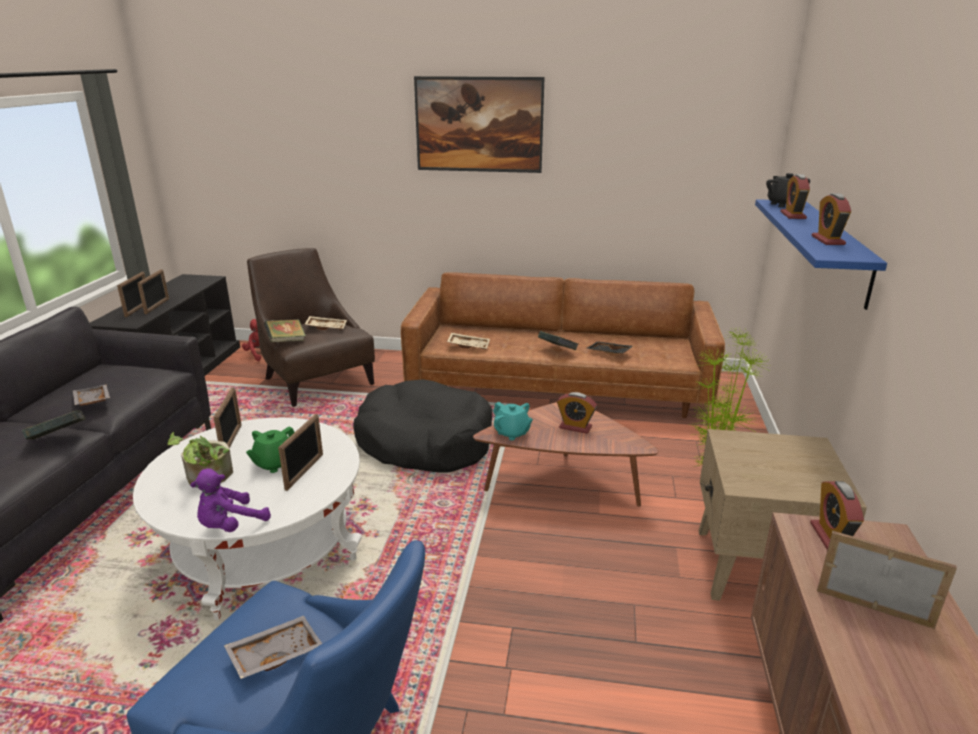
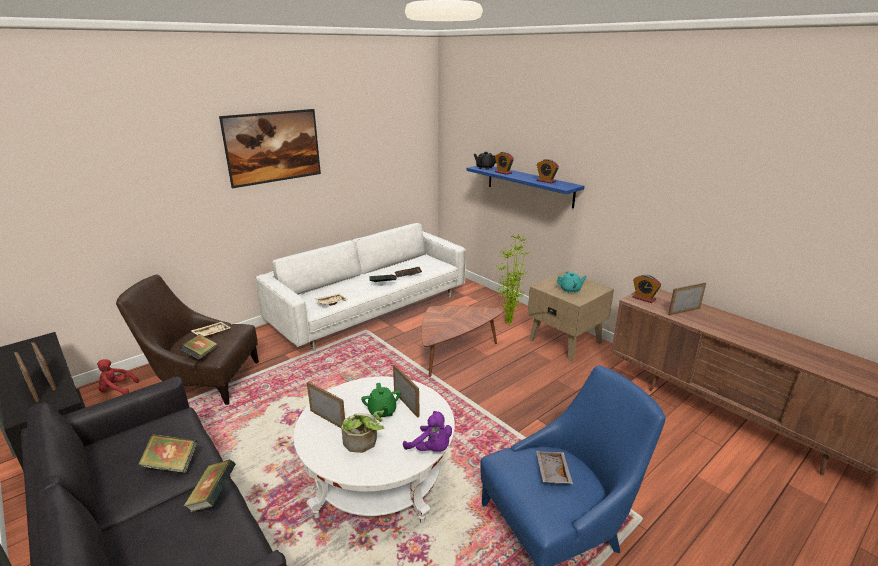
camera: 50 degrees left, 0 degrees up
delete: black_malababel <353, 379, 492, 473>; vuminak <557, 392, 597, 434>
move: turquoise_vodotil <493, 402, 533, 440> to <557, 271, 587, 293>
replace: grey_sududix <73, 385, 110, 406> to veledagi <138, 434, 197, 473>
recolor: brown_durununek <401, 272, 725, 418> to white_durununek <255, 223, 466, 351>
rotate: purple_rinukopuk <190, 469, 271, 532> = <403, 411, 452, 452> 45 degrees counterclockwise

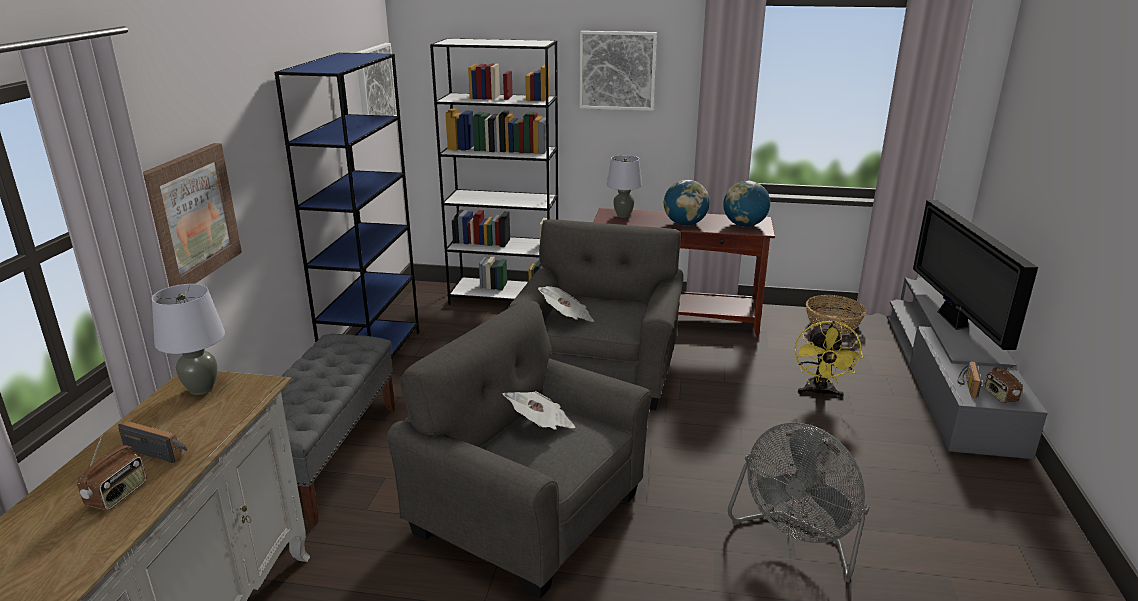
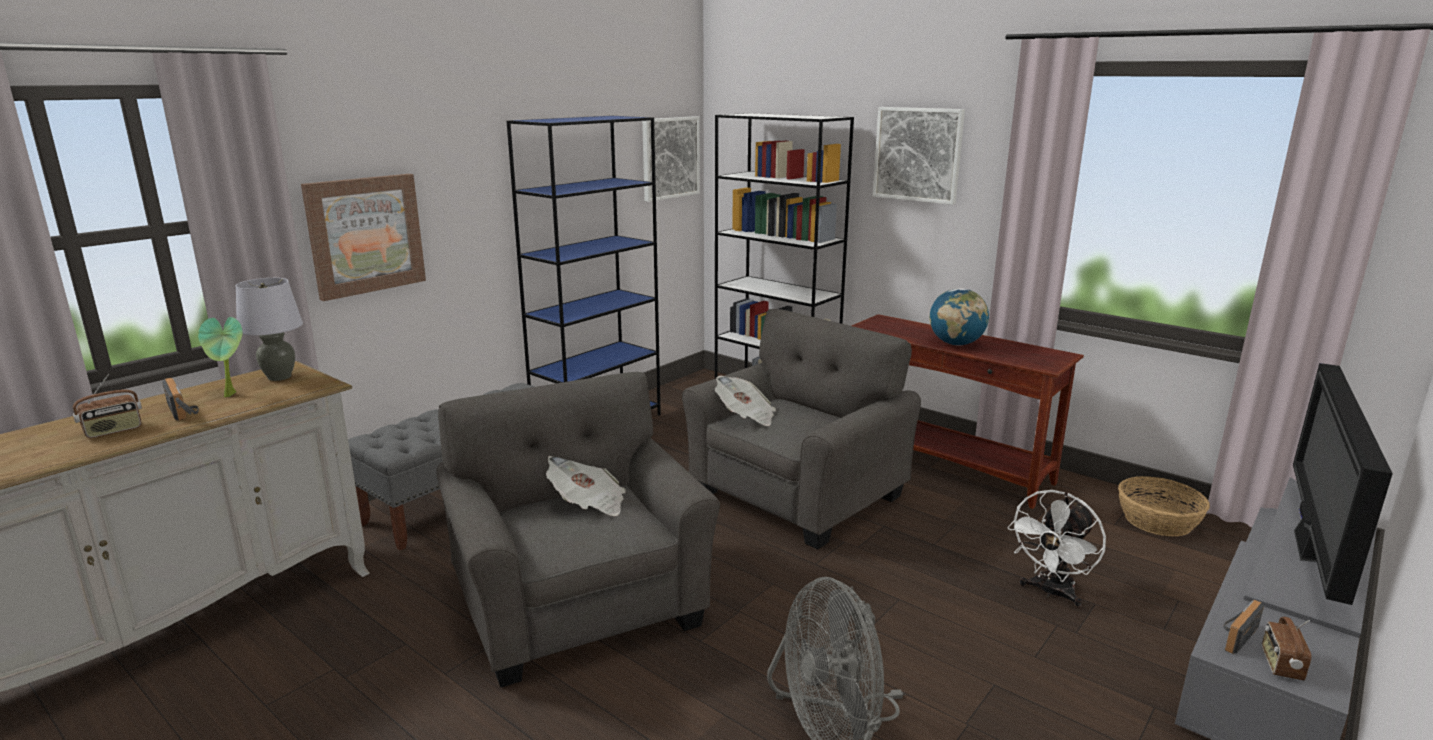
camera: 30 degrees right, 5 degrees down
delete: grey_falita <607, 155, 642, 218>; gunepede <723, 181, 770, 227>
insert: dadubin <198, 317, 242, 397>
recolor: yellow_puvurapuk <795, 320, 863, 398> to white_puvurapuk <1007, 490, 1106, 608>

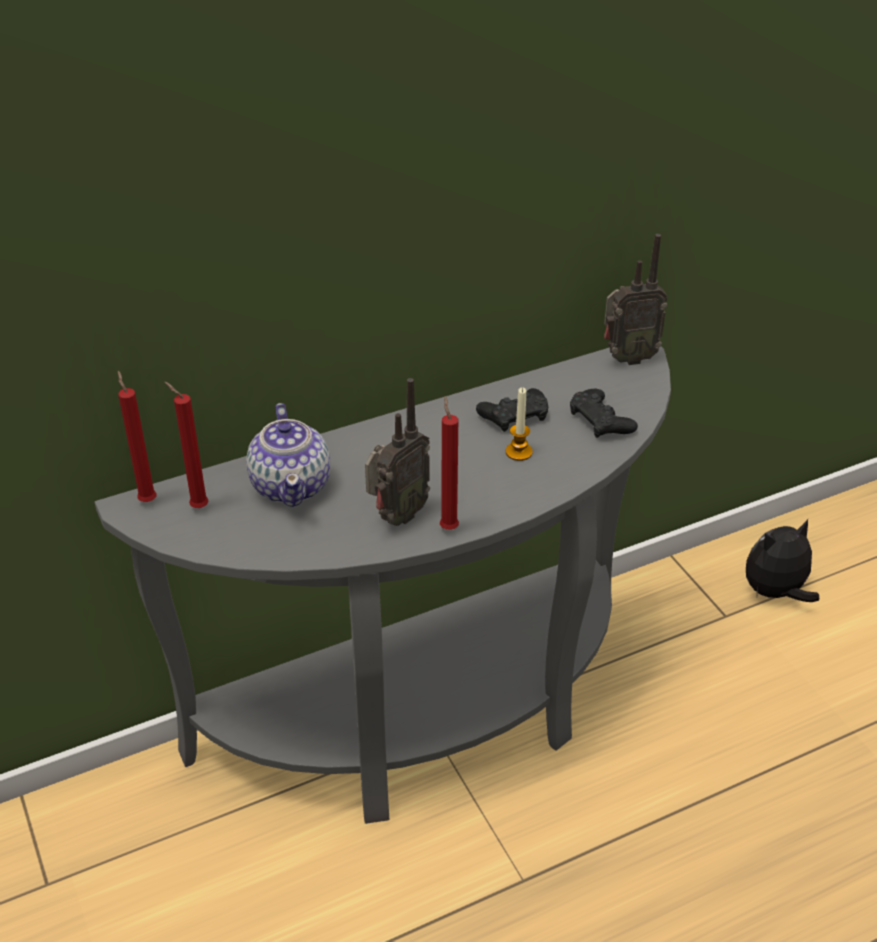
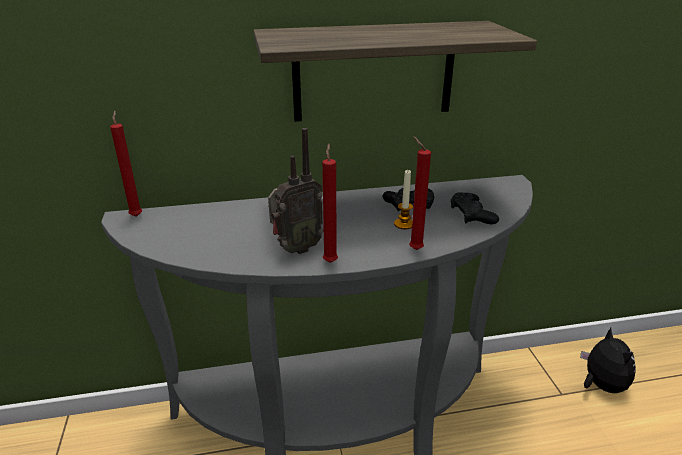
camera: 15 degrees right, 10 degrees down
delete: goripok <604, 234, 667, 365>; vodotil <246, 403, 330, 507>
insert: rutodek <254, 21, 537, 122>
move: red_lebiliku <165, 382, 209, 508> to <409, 136, 431, 250>
rotate: rinukopuk <746, 519, 819, 602> = <580, 328, 636, 393> 90 degrees clockwise

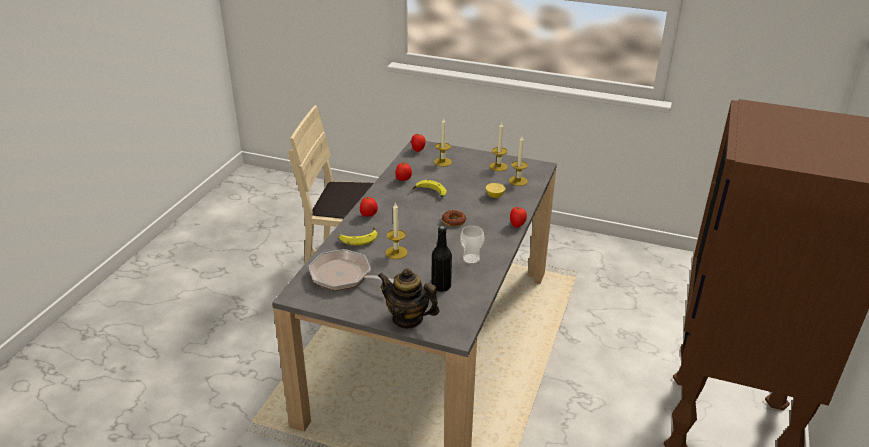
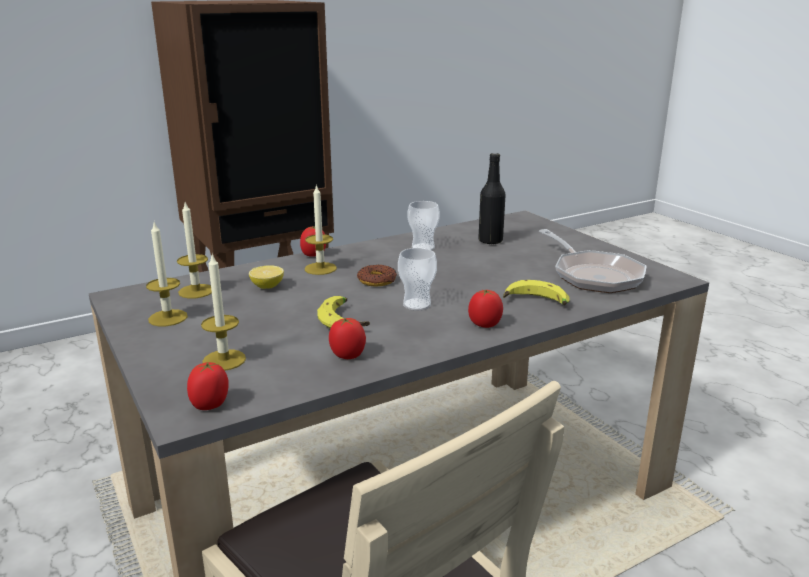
camera: 140 degrees left, 10 degrees down
delete: vodotil <378, 268, 440, 329>
insert: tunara <398, 248, 437, 311>
move: lebiliku <386, 203, 407, 259> to <305, 184, 337, 275>

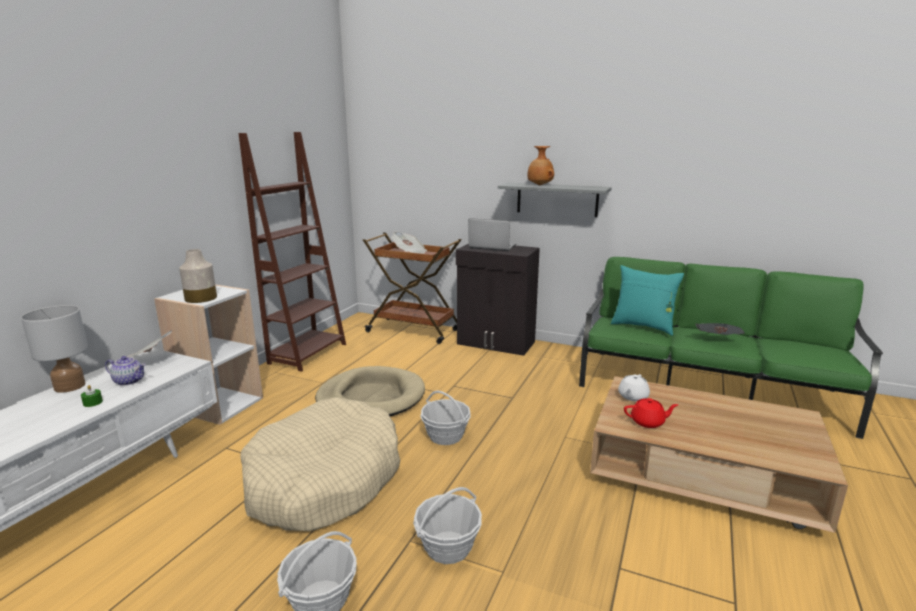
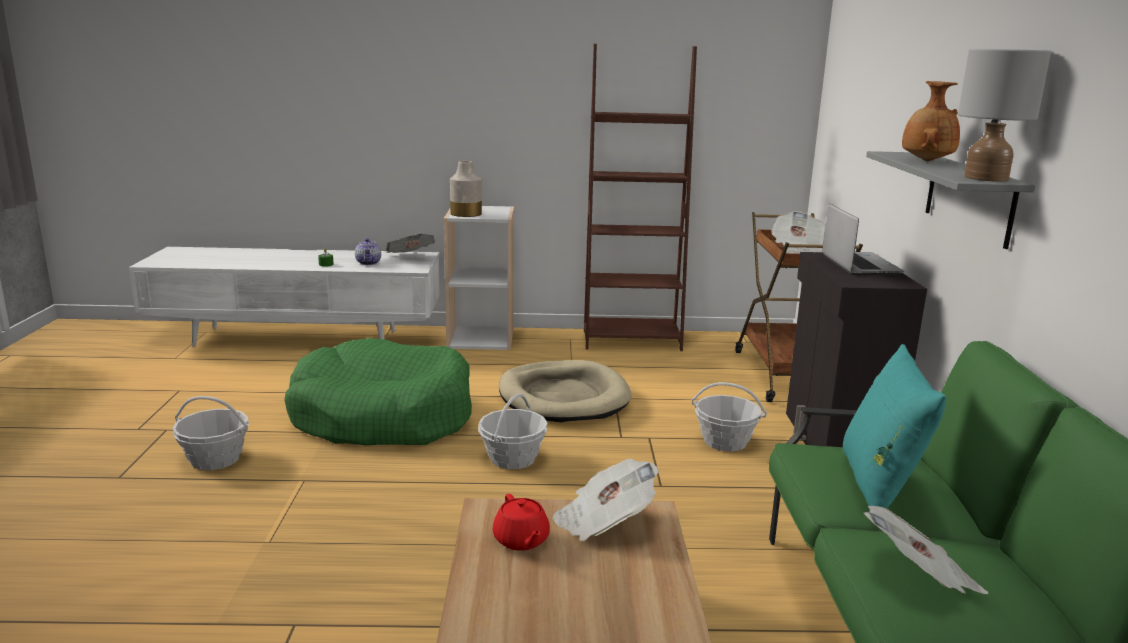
camera: 65 degrees right, 0 degrees up
move: grey_falita <21, 305, 88, 393> to <958, 49, 1051, 182>; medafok <413, 487, 482, 564> to <692, 382, 767, 452>
replace: white_vodotil <618, 374, 650, 401> to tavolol <552, 458, 659, 541>
recolor: beige_malababel <240, 397, 400, 531> to green_malababel <284, 338, 472, 445>

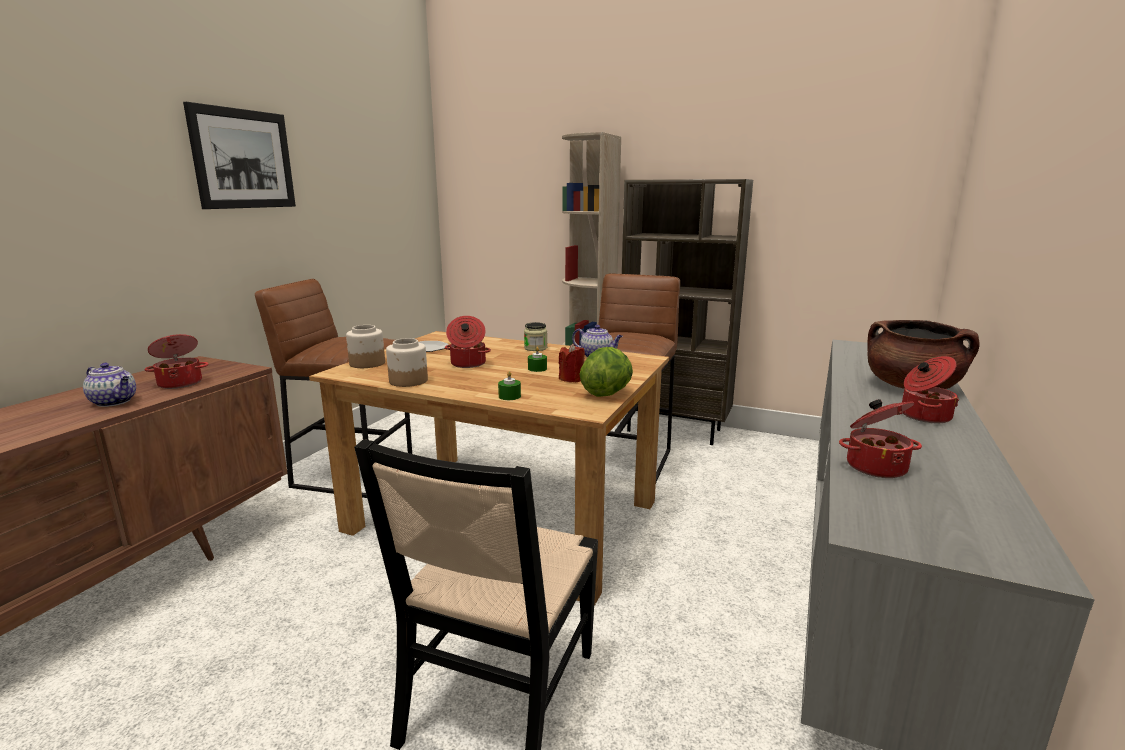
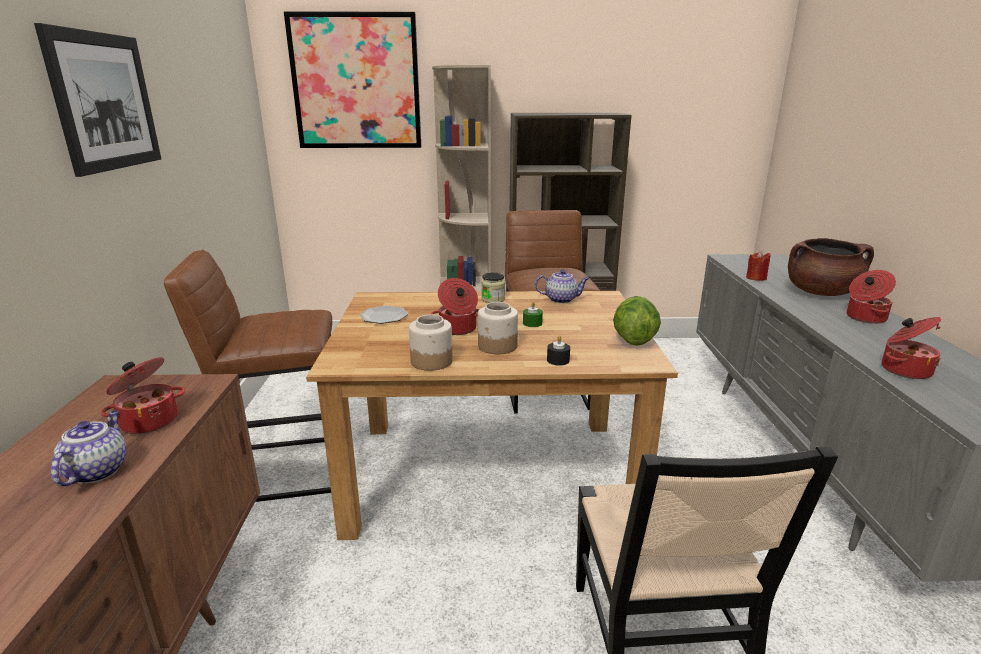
camera: 25 degrees left, 5 degrees up
insert: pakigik <284, 11, 421, 148>
move: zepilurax <346, 325, 385, 368> to <478, 302, 518, 354>; red_lebiliku <559, 343, 585, 382> to <746, 251, 771, 281>
recolor: green_lebiliku <498, 371, 521, 400> to black_lebiliku <547, 335, 570, 366>
rotate: vodotil <83, 363, 136, 407> = <51, 410, 127, 486> 90 degrees counterclockwise

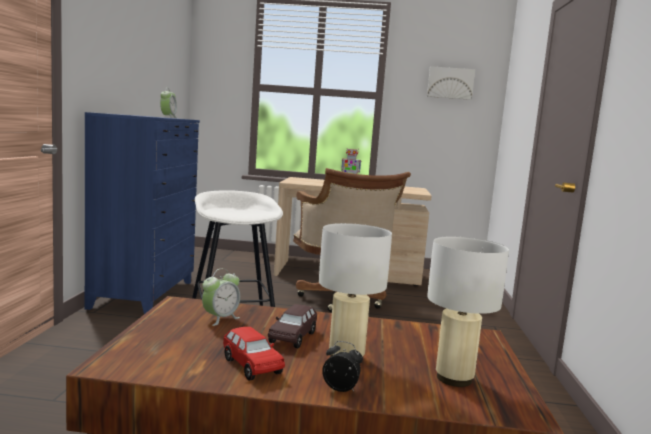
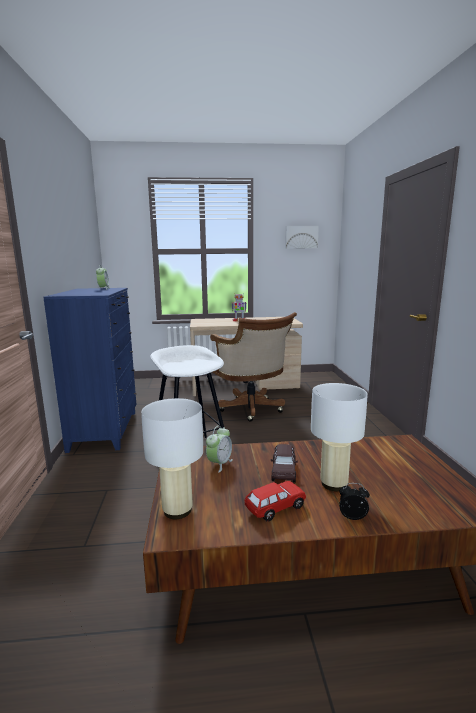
camera: 10 degrees left, 5 degrees up
move: white_falita <427, 236, 509, 387> to <141, 398, 203, 519>
rotate: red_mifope <223, 327, 285, 381> = <245, 481, 306, 522> 75 degrees counterclockwise

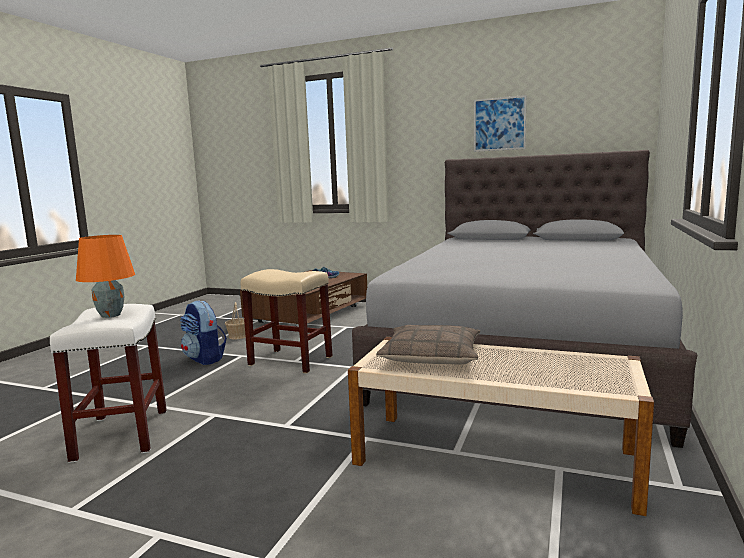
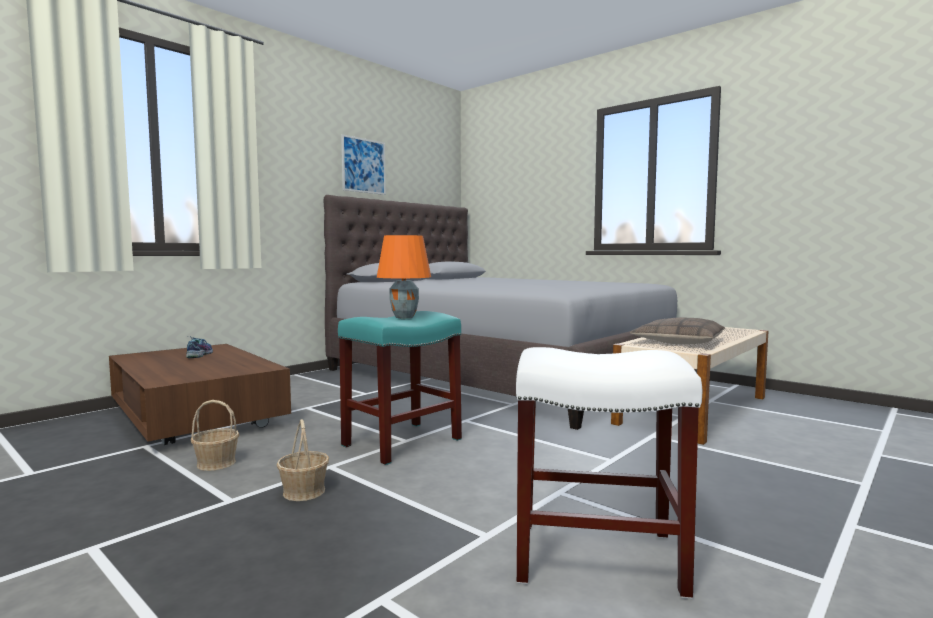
camera: 70 degrees left, 5 degrees down
move: orange_falita <76, 235, 135, 318> to <377, 235, 431, 318>
replace: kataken <180, 300, 227, 365> to medafok <277, 419, 329, 501>
recolor: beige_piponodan <241, 269, 333, 374> to turquoise_piponodan <338, 311, 462, 465>

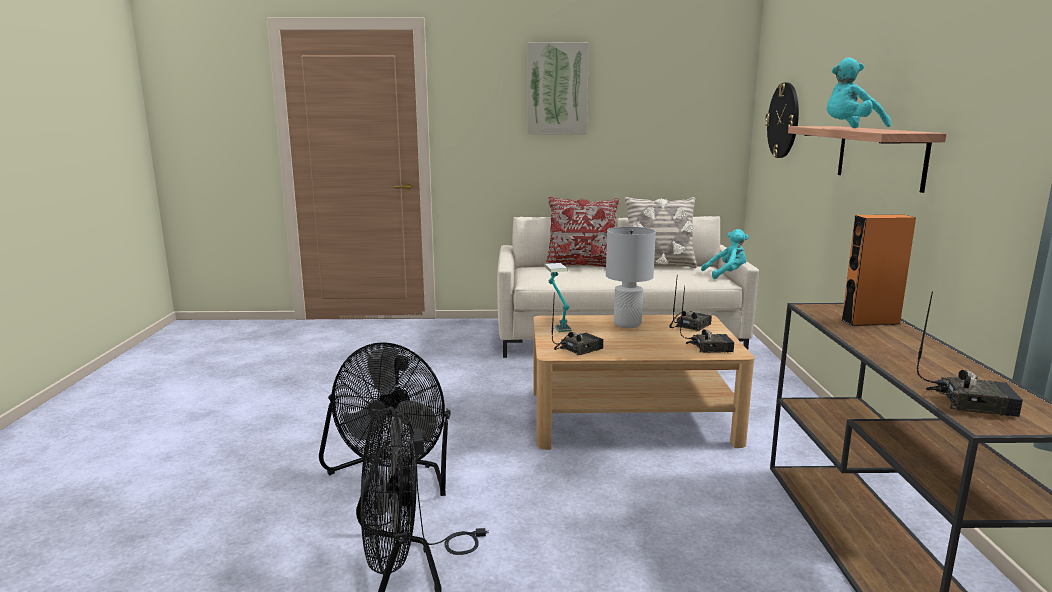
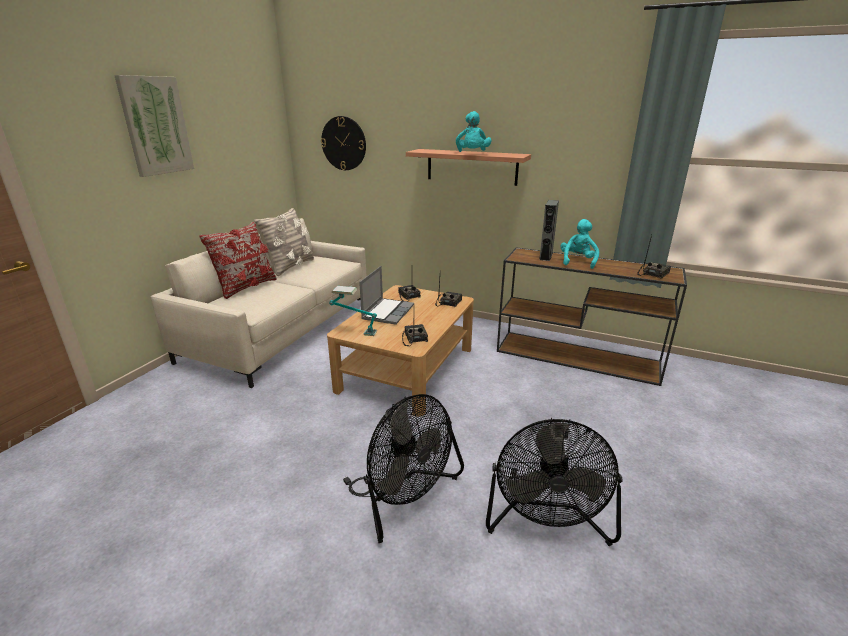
camera: 65 degrees left, 10 degrees up
move: turquoise_rinukopuk <701, 229, 749, 279> to <561, 219, 599, 269>
replace: grey_falita <606, 227, 656, 329> to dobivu <359, 266, 414, 325>
recolor: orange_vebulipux <841, 214, 916, 326> to grey_vebulipux <539, 200, 559, 261>

